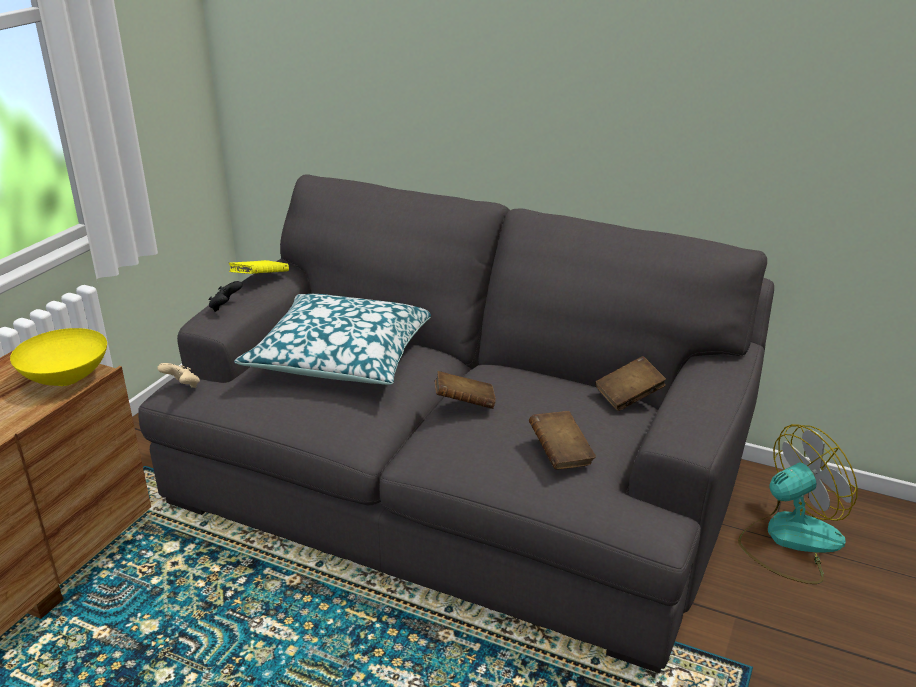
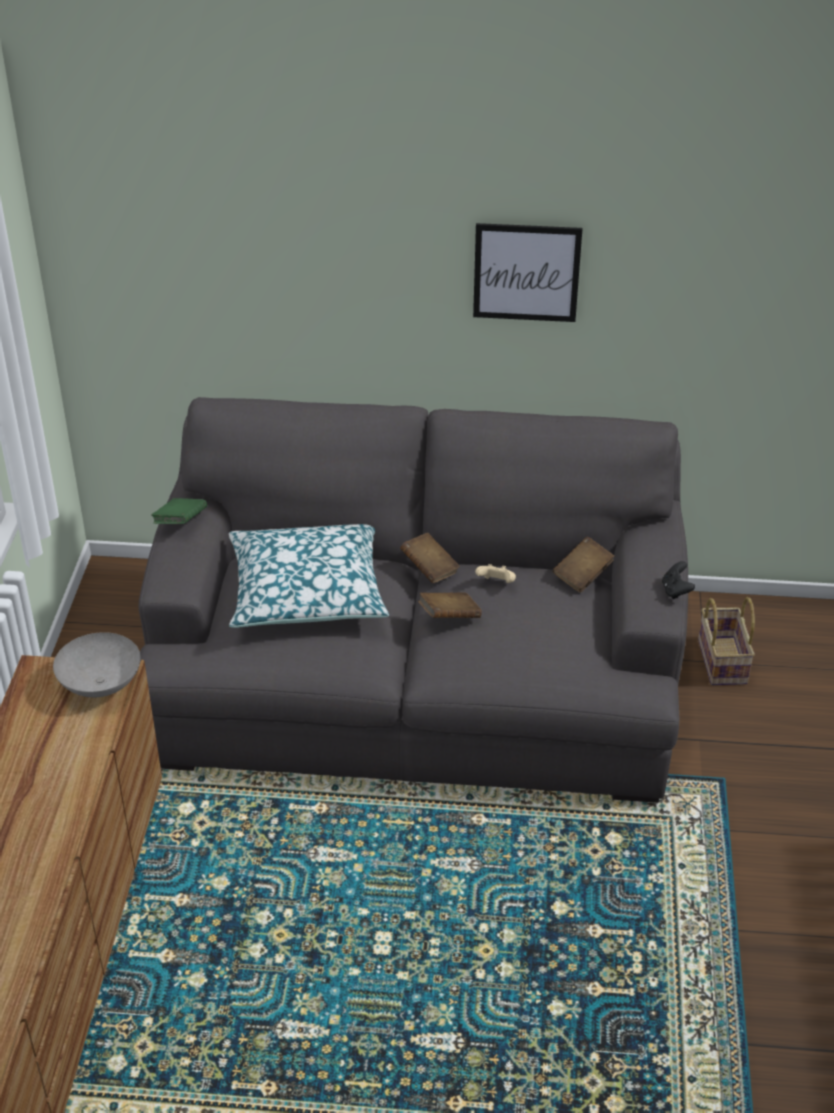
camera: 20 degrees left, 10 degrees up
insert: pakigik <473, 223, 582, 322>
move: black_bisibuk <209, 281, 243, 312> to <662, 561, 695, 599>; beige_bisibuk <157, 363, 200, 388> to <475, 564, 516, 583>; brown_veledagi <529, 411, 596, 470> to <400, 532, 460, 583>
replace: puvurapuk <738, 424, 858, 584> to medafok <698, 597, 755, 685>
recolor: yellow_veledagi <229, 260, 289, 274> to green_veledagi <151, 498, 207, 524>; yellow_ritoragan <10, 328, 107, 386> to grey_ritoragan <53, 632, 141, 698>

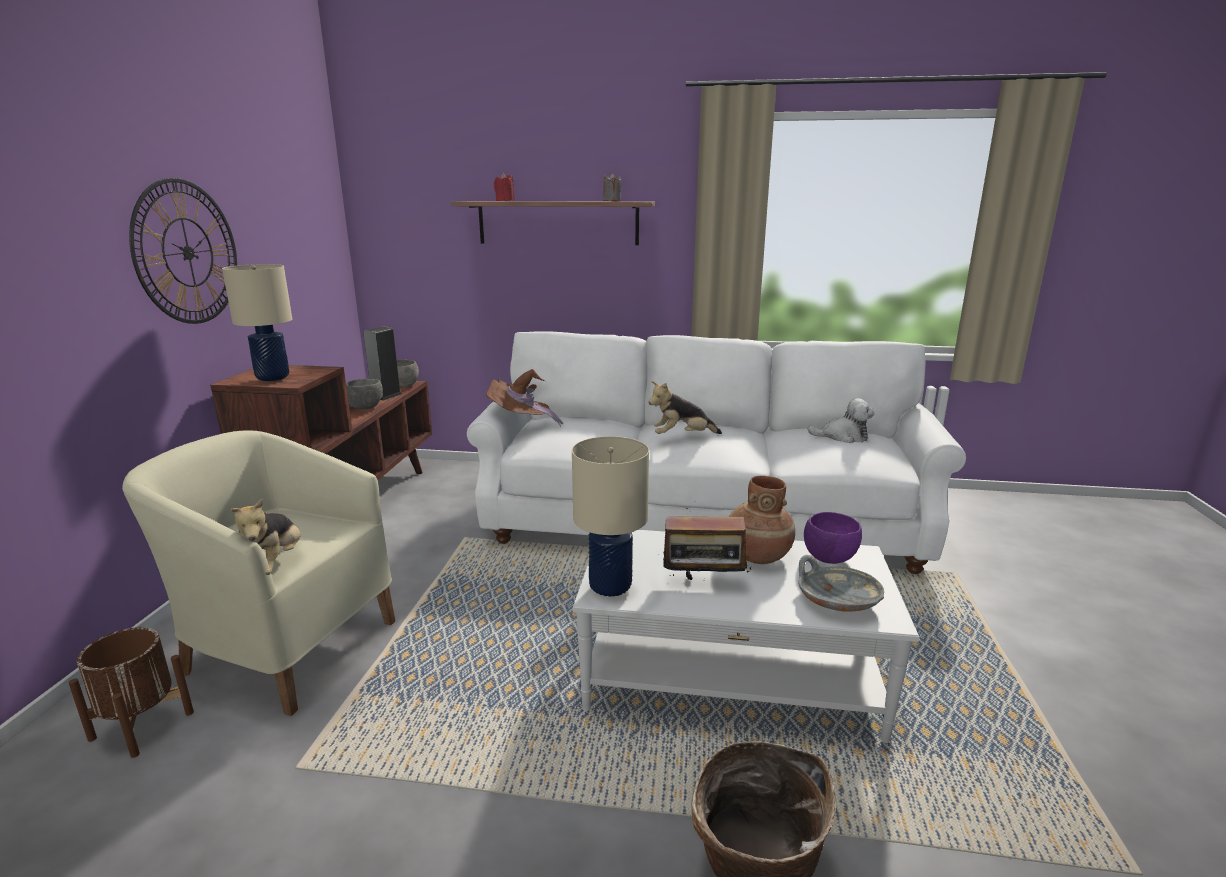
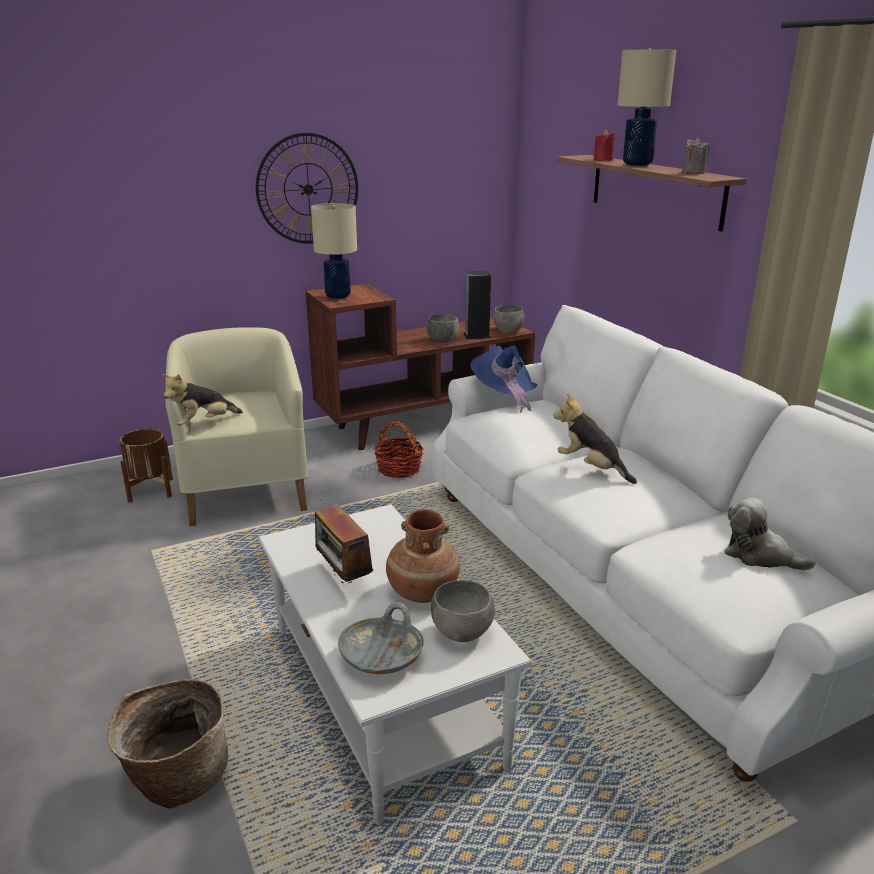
camera: 55 degrees right, 5 degrees up
insert: medafok <374, 421, 424, 478>
move: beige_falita <572, 436, 649, 597> to <618, 48, 676, 166>
recolor: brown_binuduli <486, 369, 563, 427> to blue_binuduli <470, 345, 537, 413>; purple_ritoragan <804, 512, 862, 564> to grey_ritoragan <431, 580, 495, 642>
rotate: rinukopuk <808, 398, 874, 443> = <725, 497, 816, 570> 150 degrees clockwise

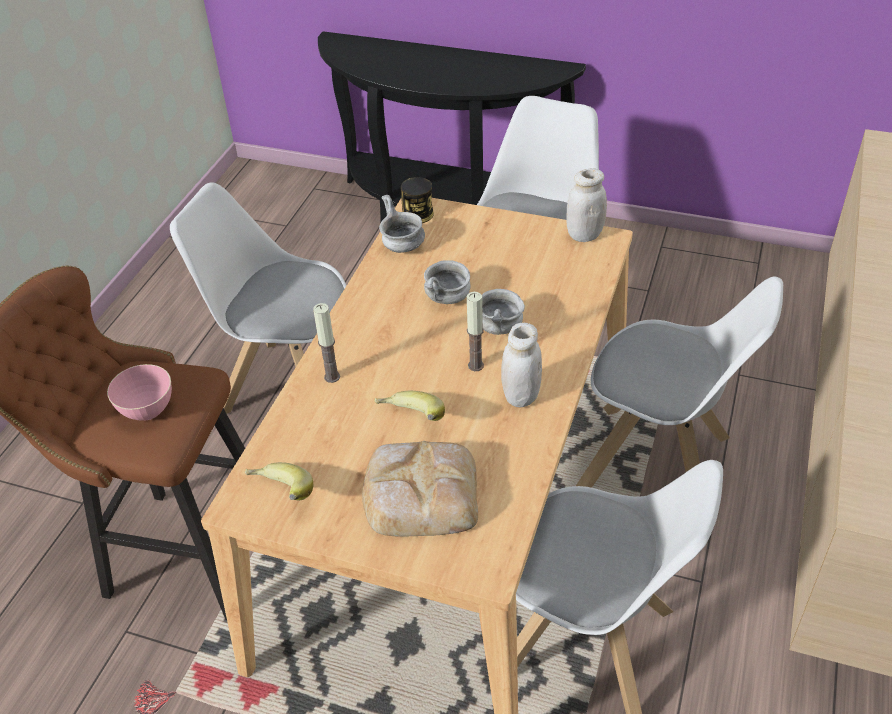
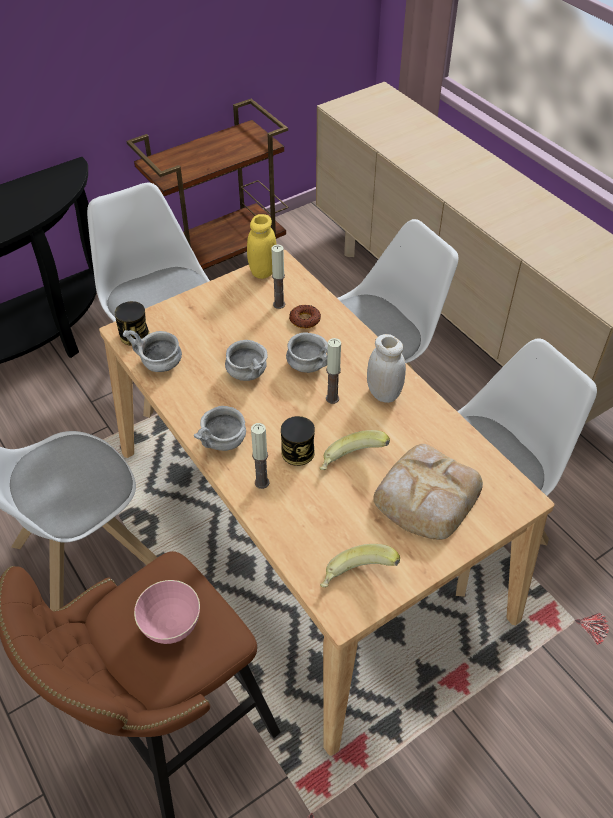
camera: 55 degrees left, 5 degrees up
insert: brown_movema <126, 99, 288, 270>; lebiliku <271, 245, 285, 309>; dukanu <289, 305, 321, 329>; grey_ritoragan <194, 406, 246, 451>; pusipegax <281, 416, 315, 466>
recolor: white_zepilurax <567, 168, 607, 242> to yellow_zepilurax <247, 214, 276, 279>

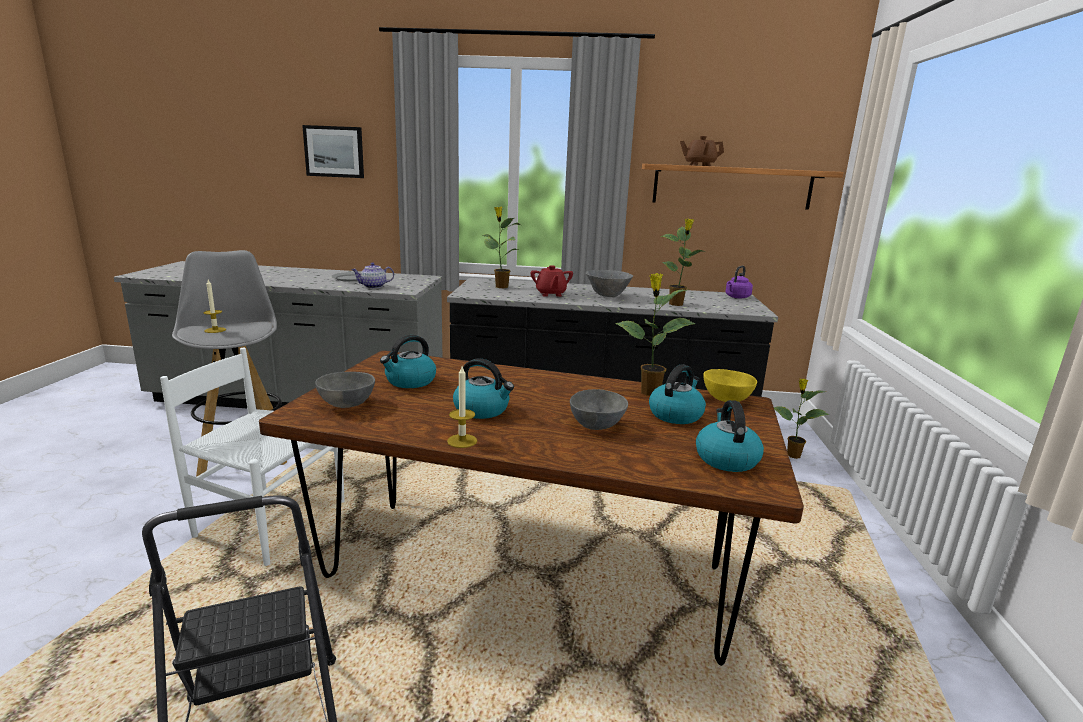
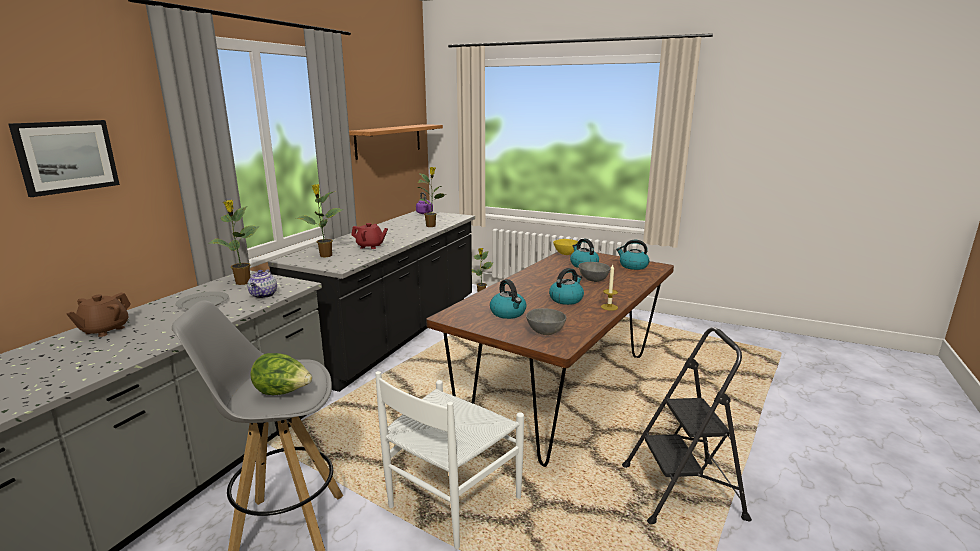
camera: 70 degrees left, 0 degrees up
delete: grey_ritoragan <586, 270, 633, 297>
move: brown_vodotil <680, 136, 724, 166> to <67, 293, 131, 337>; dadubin <615, 273, 696, 396> to <209, 200, 259, 285>
replace: lebiliku <203, 280, 226, 333> to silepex <251, 353, 312, 395>

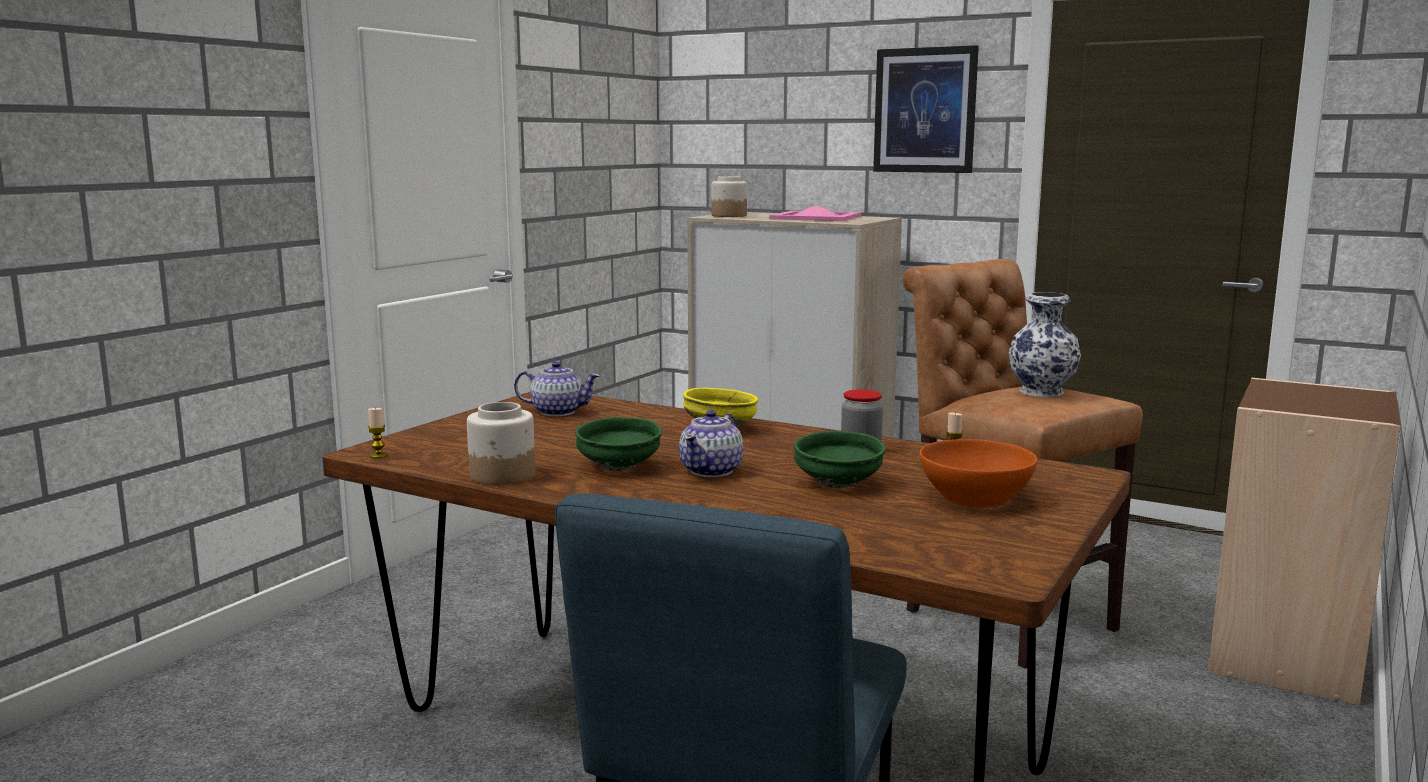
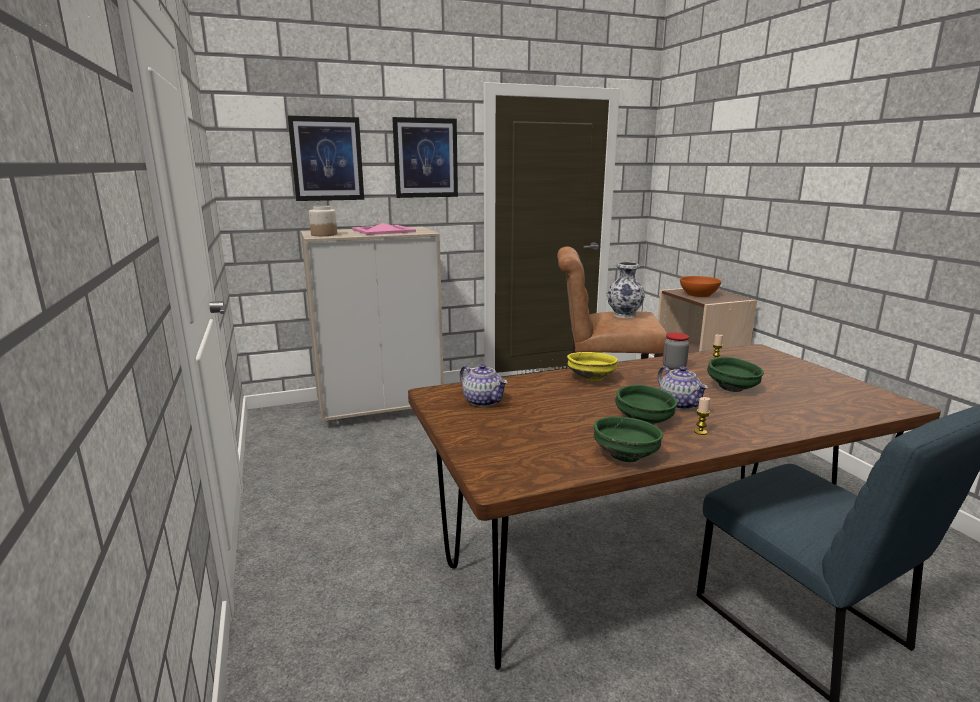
camera: 50 degrees left, 5 degrees up
insert: pakigik <288, 116, 364, 201>
move: lebiliku <368, 408, 387, 458> to <694, 397, 710, 435>; orange_ritoragan <919, 439, 1037, 508> to <680, 276, 721, 297>
replace: zepilurax <467, 402, 535, 485> to green_ritoragan <594, 416, 663, 462>
rotate: vodotil <514, 361, 600, 416> = <460, 364, 508, 407> 90 degrees clockwise

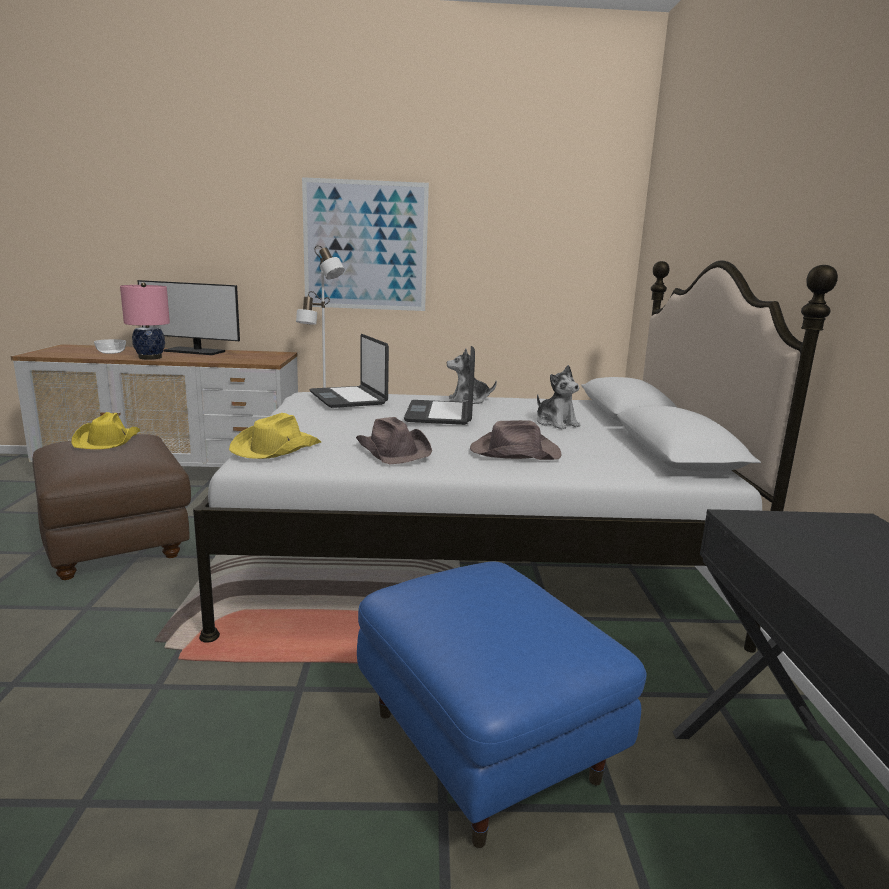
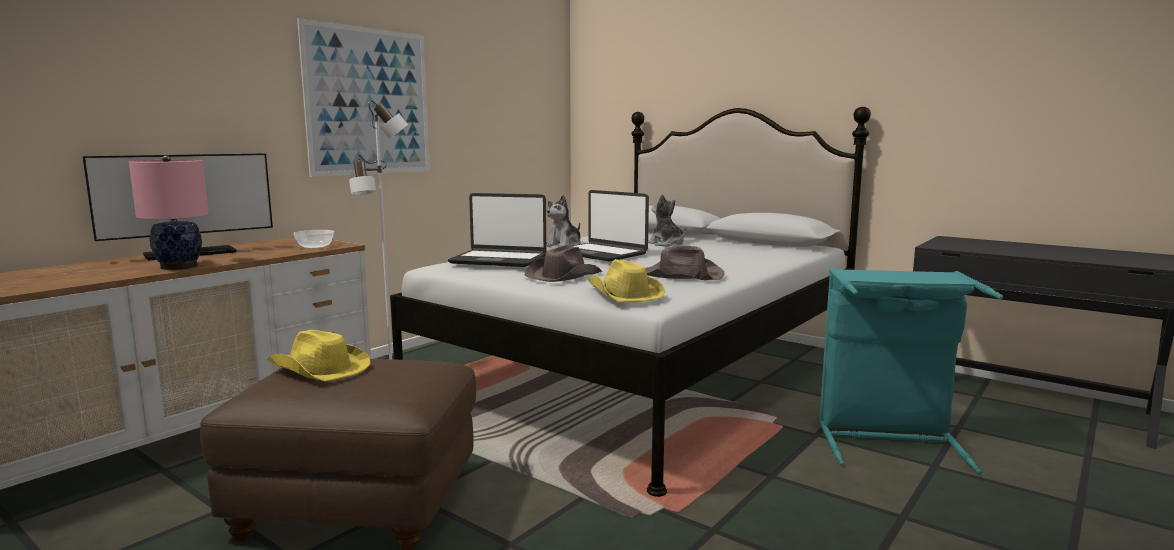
camera: 50 degrees left, 5 degrees down
move: ritoragan <94, 339, 126, 354> to <293, 230, 334, 249>; brown_binuduli <470, 420, 561, 460> to <525, 245, 602, 282>
replace: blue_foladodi <357, 561, 646, 848> to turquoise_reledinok <819, 268, 1003, 474>
rotate: rinukopuk <537, 365, 580, 429> = <648, 194, 686, 246> 135 degrees counterclockwise

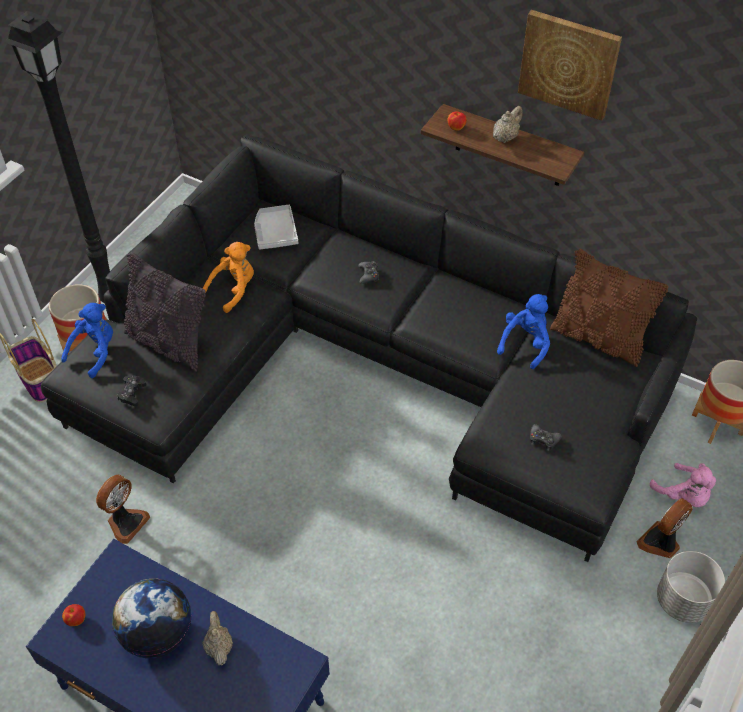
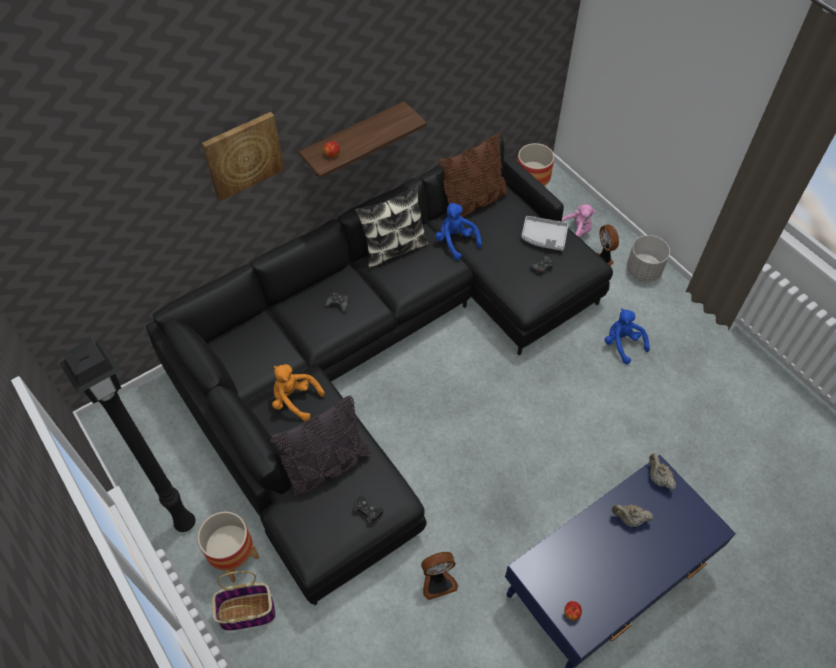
camera: 65 degrees left, 5 degrees up
delete: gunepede <112, 579, 191, 659>
insert: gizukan <355, 185, 429, 269>
move: pakigik <518, 10, 622, 121> to <202, 112, 284, 201>; beige_vodotil <493, 106, 523, 143> to <649, 453, 676, 490>; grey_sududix <254, 205, 298, 249> to <521, 216, 569, 251>; blue_rinukopuk <61, 303, 113, 378> to <605, 308, 650, 364>
rotate: orange_rinukopuk <202, 242, 254, 313> = <272, 364, 325, 421> 45 degrees counterclockwise; puvurapuk <96, 475, 150, 544> = <421, 552, 458, 600> 105 degrees clockwise

